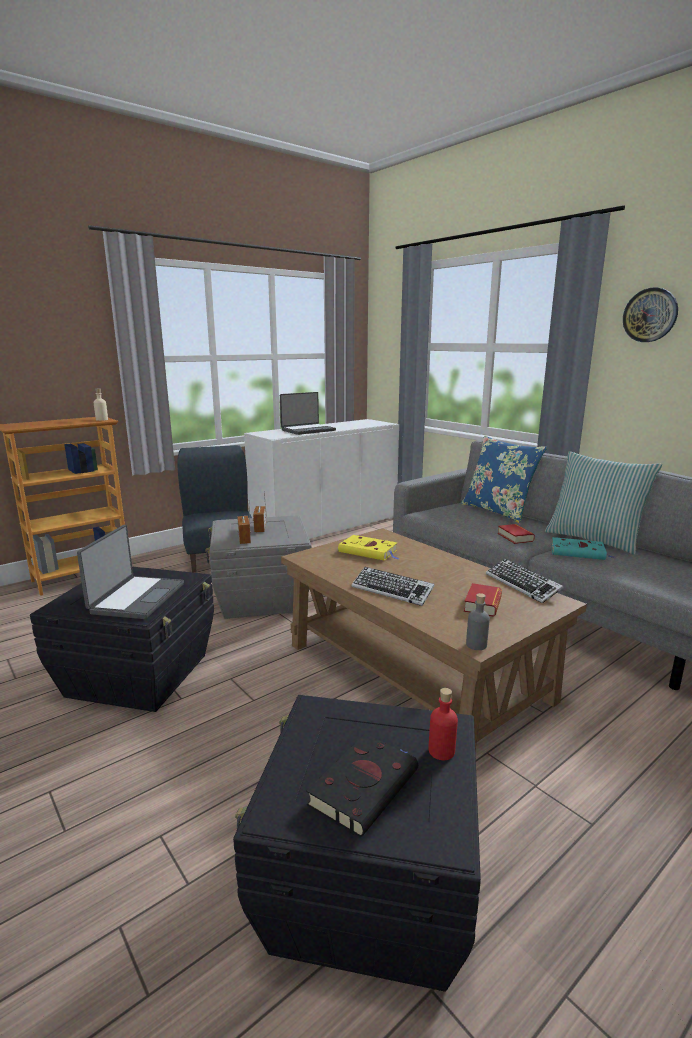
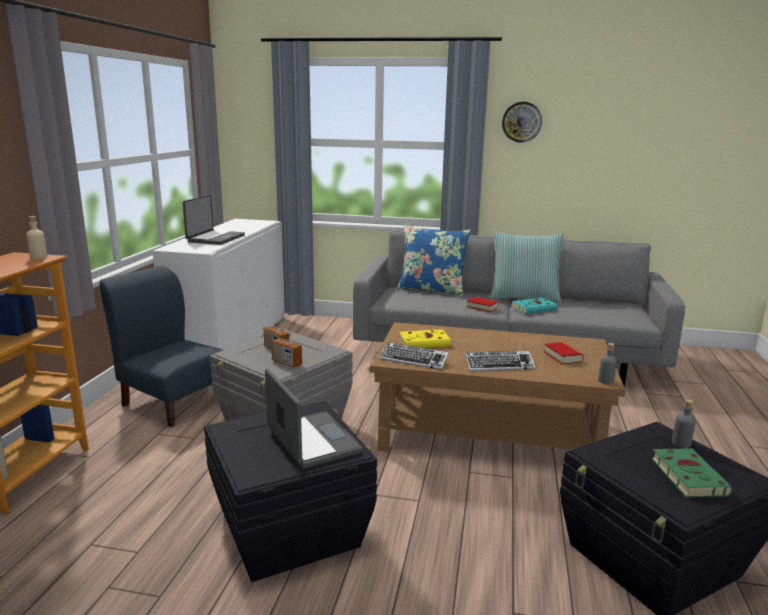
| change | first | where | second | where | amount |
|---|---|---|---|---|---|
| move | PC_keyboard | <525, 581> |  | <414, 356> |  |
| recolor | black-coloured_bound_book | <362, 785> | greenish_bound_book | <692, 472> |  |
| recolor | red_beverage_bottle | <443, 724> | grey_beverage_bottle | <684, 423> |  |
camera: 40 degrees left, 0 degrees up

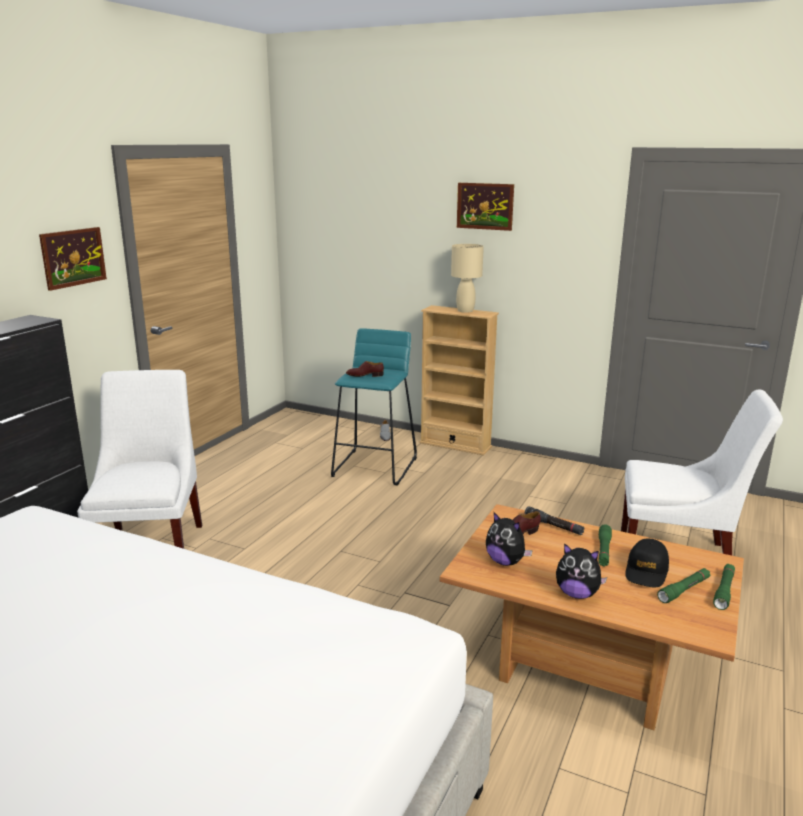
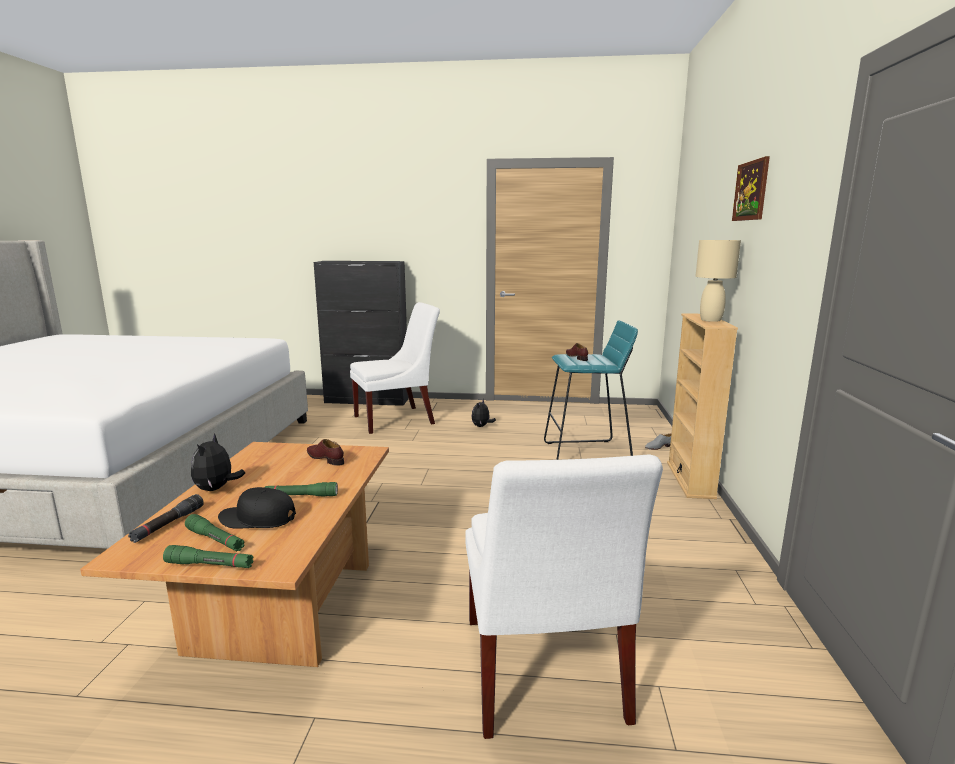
| change | first | where | second | where | amount |
|---|---|---|---|---|---|
| delete | wall_picture | <73, 259> |  |  |  |
| move | cuddly_toy | <509, 539> |  | <483, 413> |  |
| move | black-coloured_hand_torch | <554, 521> |  | <166, 518> |  |
camera: 70 degrees right, 5 degrees down

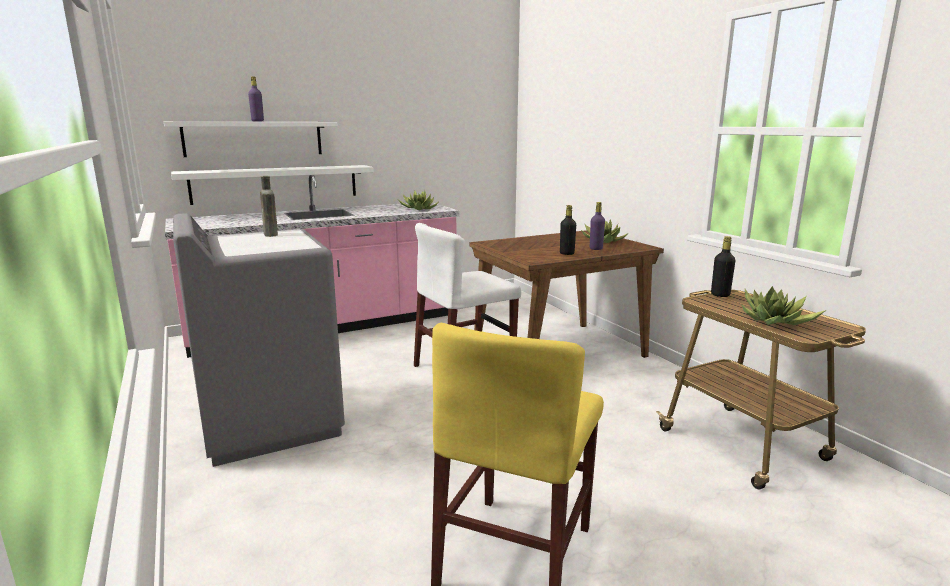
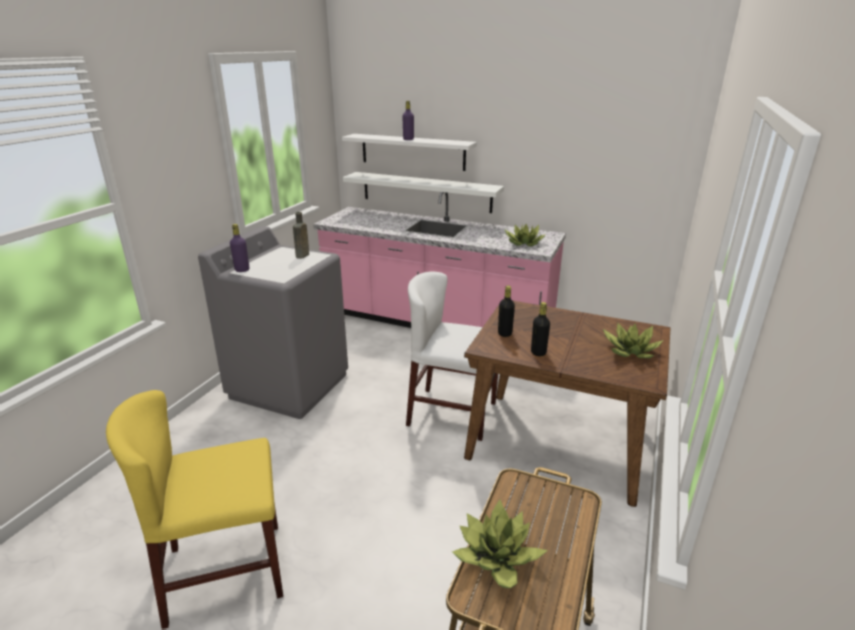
| change | first | where | second | where | amount |
|---|---|---|---|---|---|
| move | purple_beverage_bottle | <597, 226> |  | <239, 248> |  |
| move | black-coloured_beverage_bottle | <723, 266> |  | <506, 311> |  |
camera: 50 degrees right, 10 degrees up

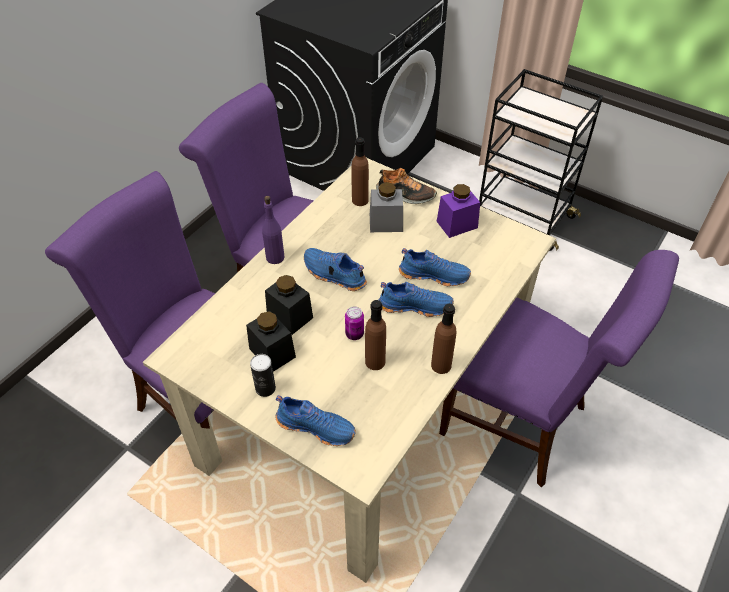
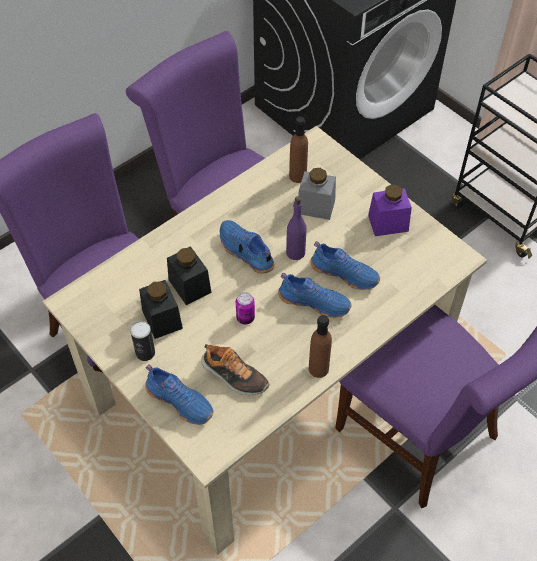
| change | first | where | second | where | amount |
|---|---|---|---|---|---|
| delete | brown-coloured_beverage_bottle | <375, 335> |  |  |  |
| move | purple_beverage_bottle | <273, 230> |  | <296, 228> |  |
| move | item_of_footwear | <406, 186> |  | <235, 369> |  |
camera: 15 degrees right, 5 degrees up

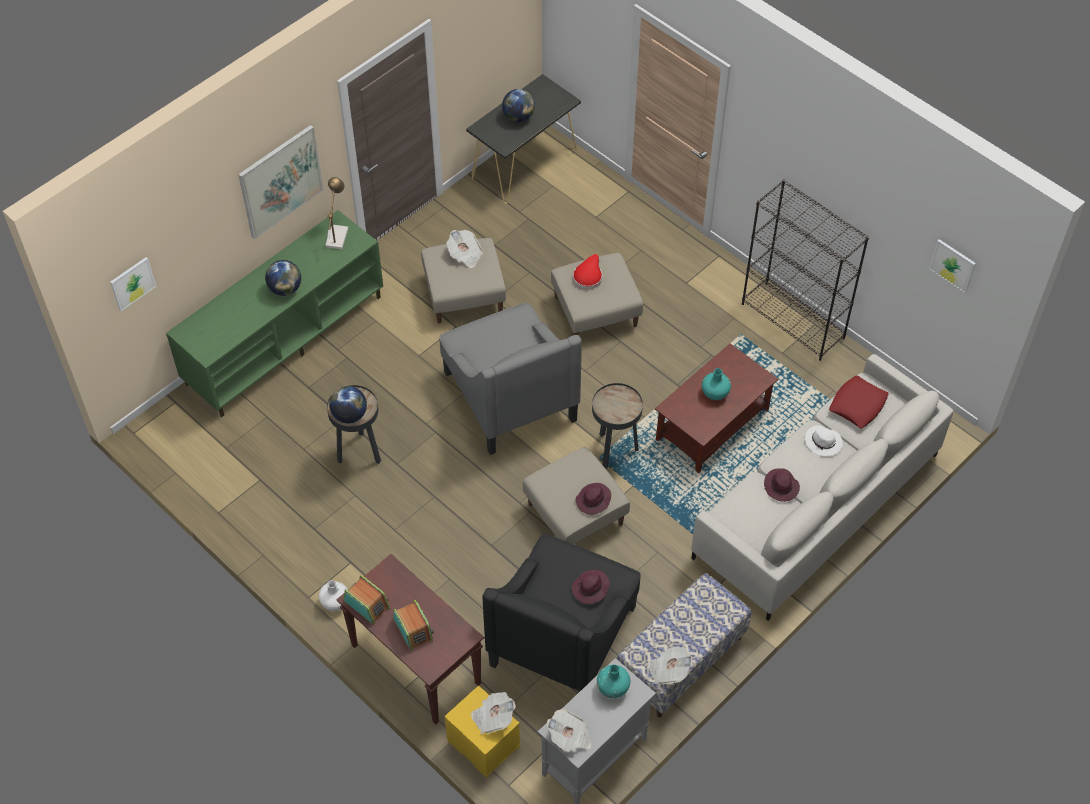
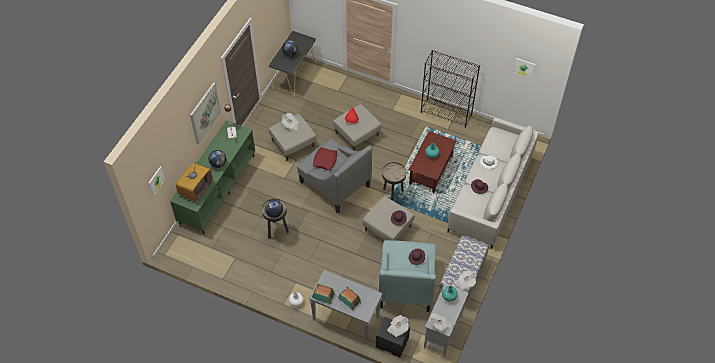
| change | first | where | second | where | amount |
|---|---|---|---|---|---|
| insert |  |  | TV_set | <194, 182> |  |
| move | red_pillow | <859, 402> |  | <325, 159> |  |
| recolor | brown-coloured_console_table | <410, 639> | grey_console_table | <346, 306> |  |
| recolor | yellow_bedside_table | <482, 731> | black-coloured_bedside_table | <393, 337> |  |
| recolor | black-coloured_easy_chair | <561, 613> | turquoise_easy_chair | <407, 276> |  |
camera: 20 degrees left, 0 degrees up

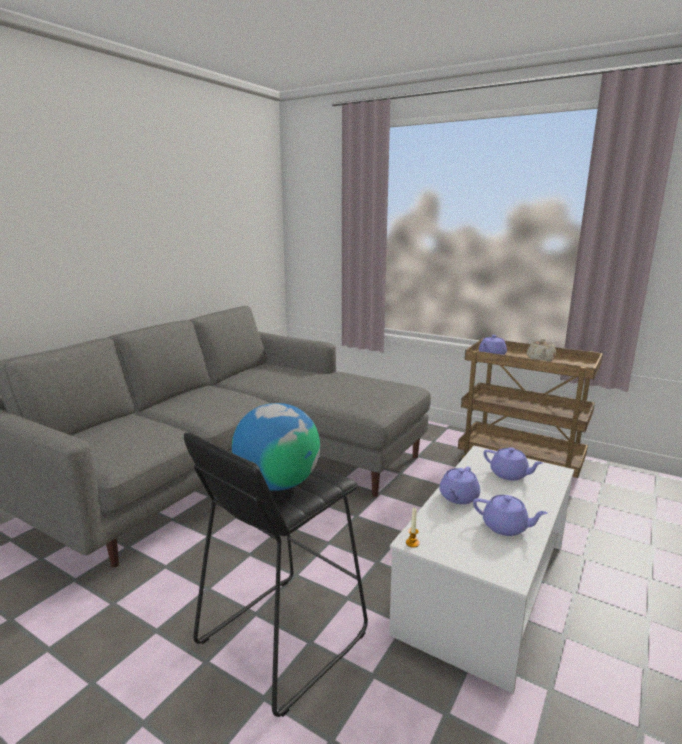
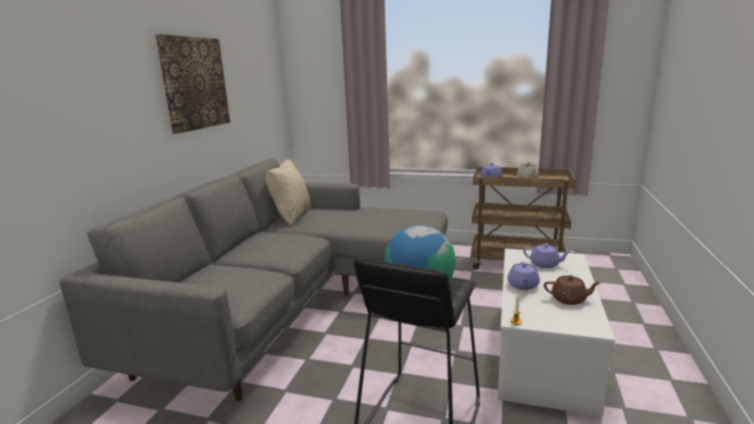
| change | first | where | second | where | amount |
|---|---|---|---|---|---|
| insert |  |  | wall_picture | <192, 84> |  |
| insert |  |  | sand-coloured_pillow | <288, 192> |  |
| recolor | purple_teapot | <510, 515> | brown-coloured_teapot | <572, 290> |  |
camera: 15 degrees left, 0 degrees up

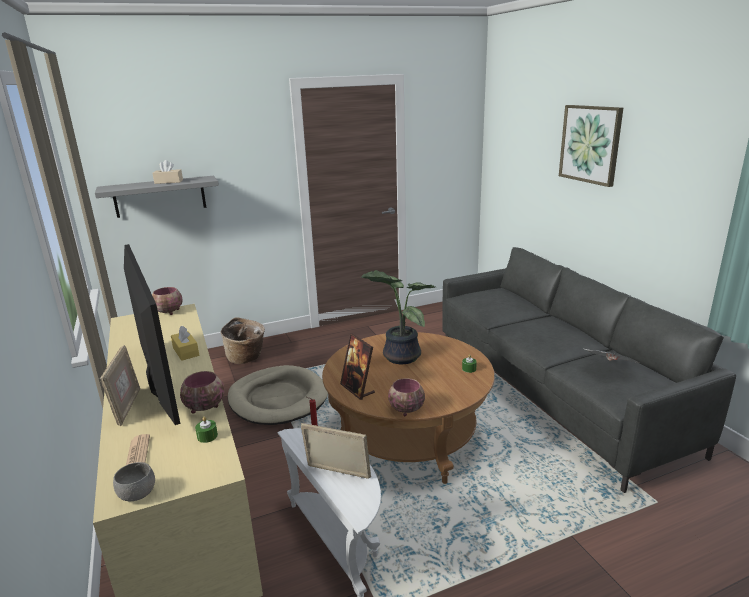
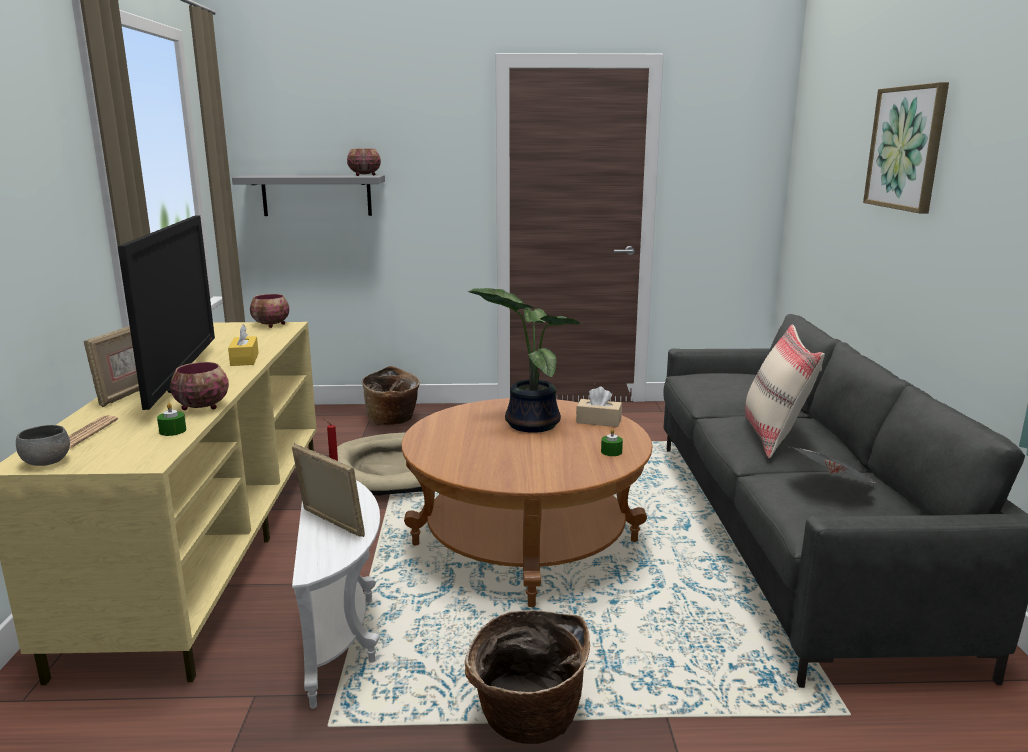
| change | first | where | second | where | amount |
|---|---|---|---|---|---|
| delete | picture_frame | <357, 367> |  |  |  |
| insert |  |  | household_basket | <527, 677> |  |
| insert |  |  | sand-coloured_pillow | <785, 391> |  |
| move | sand-coloured_box_of_tissues | <167, 172> |  | <599, 406> |  |
| move | deep_dish | <406, 397> |  | <364, 162> |  |
camera: 20 degrees right, 5 degrees down

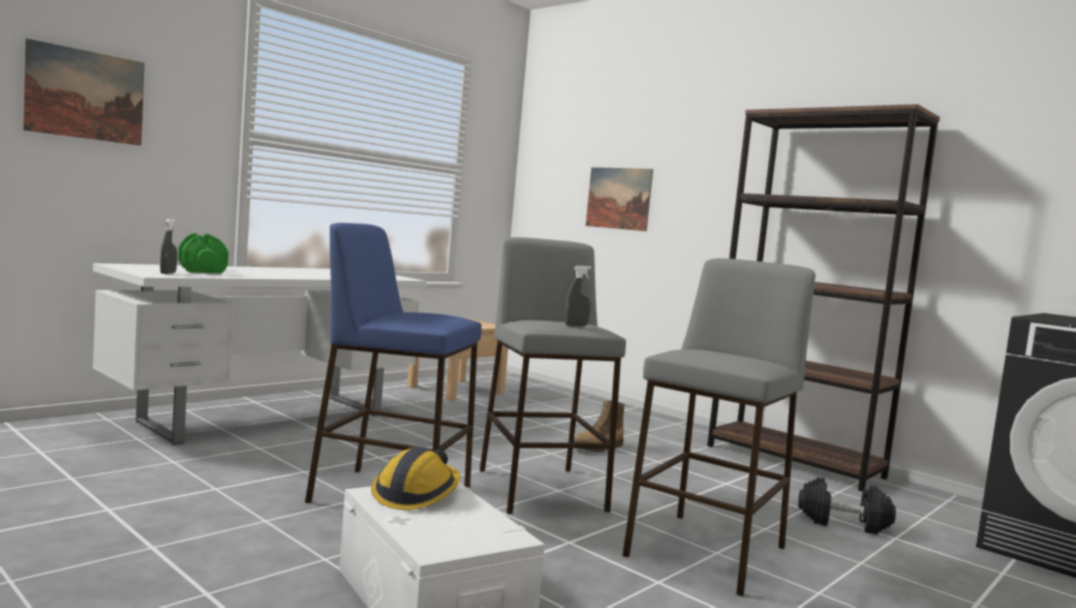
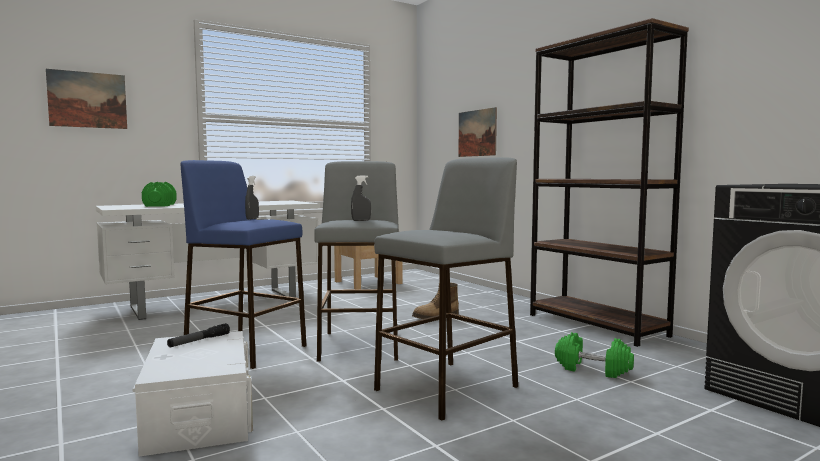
| change | first | where | second | where | amount |
|---|---|---|---|---|---|
| move | grey_sprayer | <168, 246> |  | <252, 198> |  |
| replace | work_helmet | <415, 478> | hand_torch | <198, 335> |  |
| recolor | black-coloured_free_weight | <847, 506> | greenish_free_weight | <594, 355> |  |
camera: 15 degrees right, 0 degrees up

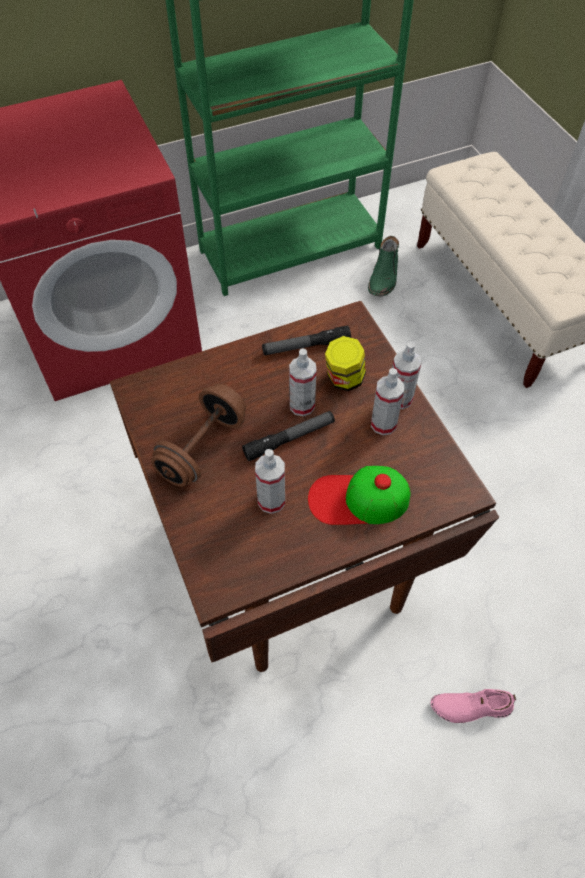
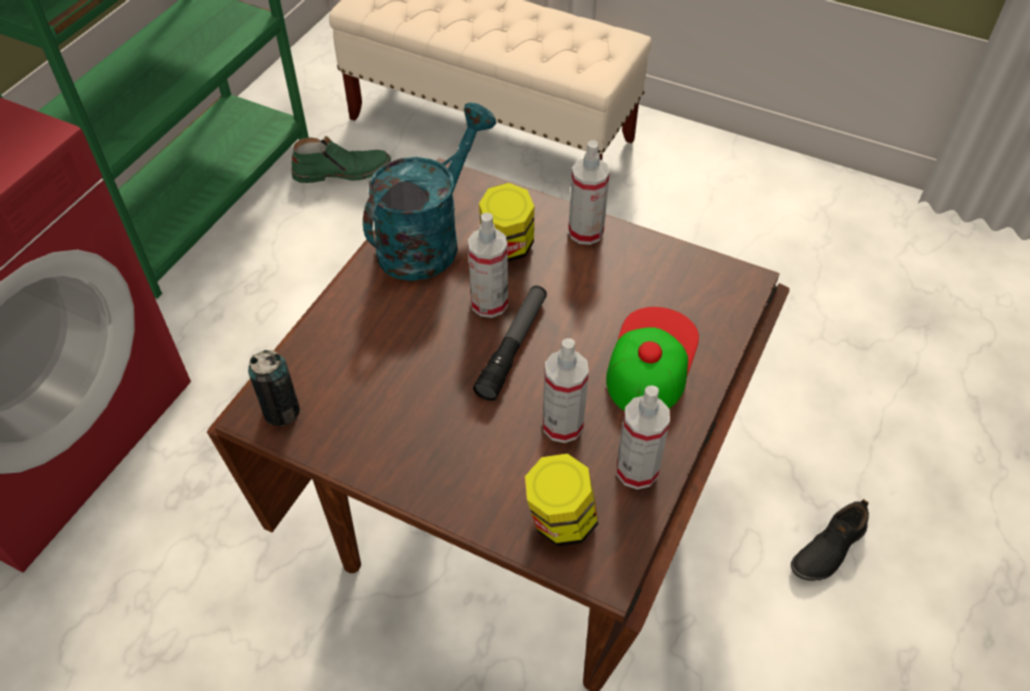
| change | first | where | second | where | amount |
|---|---|---|---|---|---|
| delete | brown-coloured_free_weight | <198, 435> |  |  |  |
| insert |  |  | sealed_can | <274, 388> |  |
| insert |  |  | storage_jar | <561, 500> |  |
| move | sprayer | <387, 401> |  | <643, 437> |  |
| replace | hand_torch | <306, 340> | turquoise_watering_pot | <429, 192> |  |
| recolor | pink_item_of_footwear | <473, 706> | black-coloured_item_of_footwear | <830, 540> |  |
| rotate | baseball_cap | <359, 495> |  | <652, 359> | 150 degrees clockwise |
| rotate | greenish_high-top_boot | <383, 266> |  | <341, 159> | 75 degrees counterclockwise |
camera: 40 degrees left, 5 degrees down

